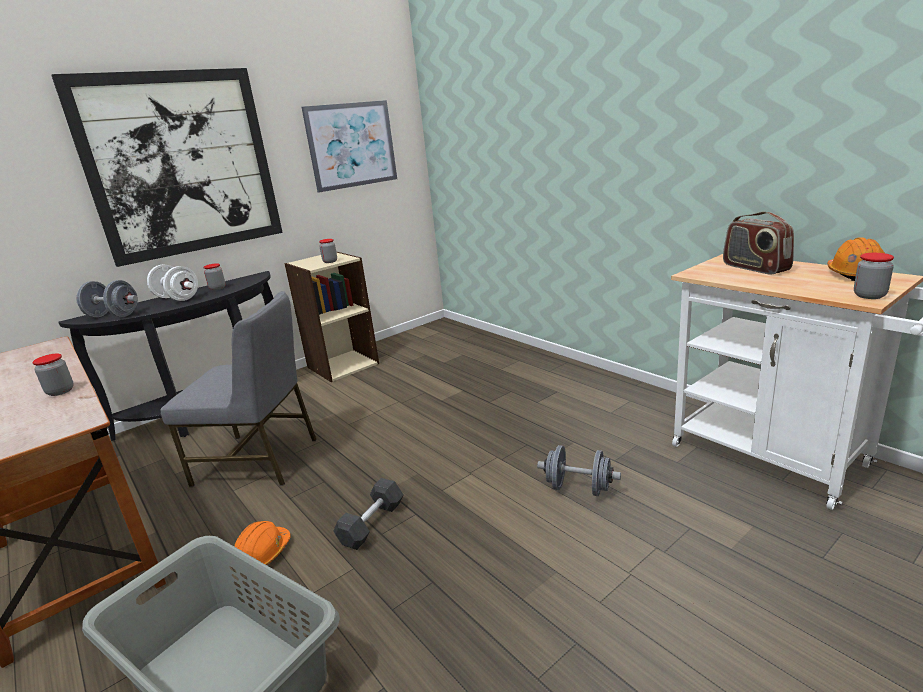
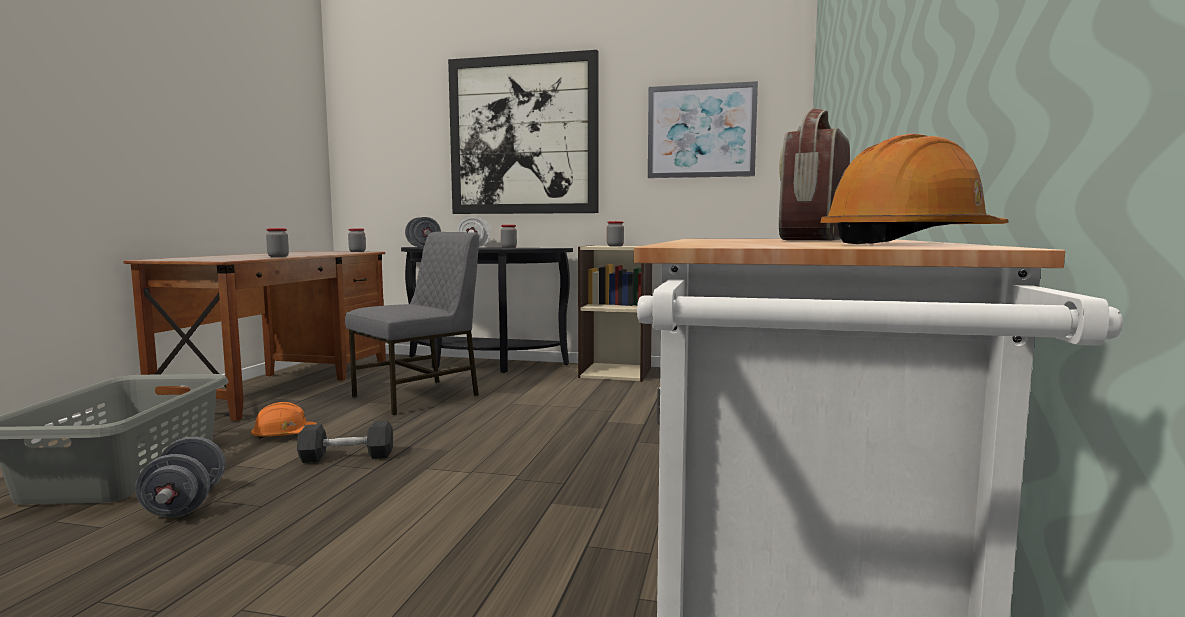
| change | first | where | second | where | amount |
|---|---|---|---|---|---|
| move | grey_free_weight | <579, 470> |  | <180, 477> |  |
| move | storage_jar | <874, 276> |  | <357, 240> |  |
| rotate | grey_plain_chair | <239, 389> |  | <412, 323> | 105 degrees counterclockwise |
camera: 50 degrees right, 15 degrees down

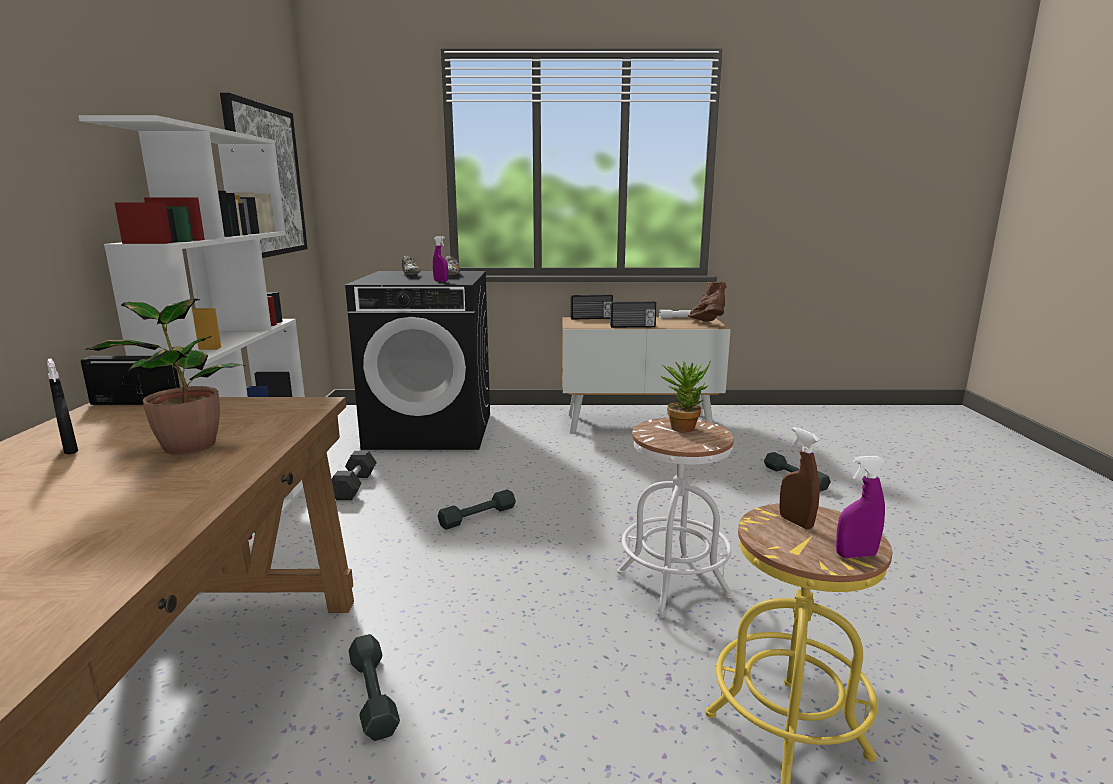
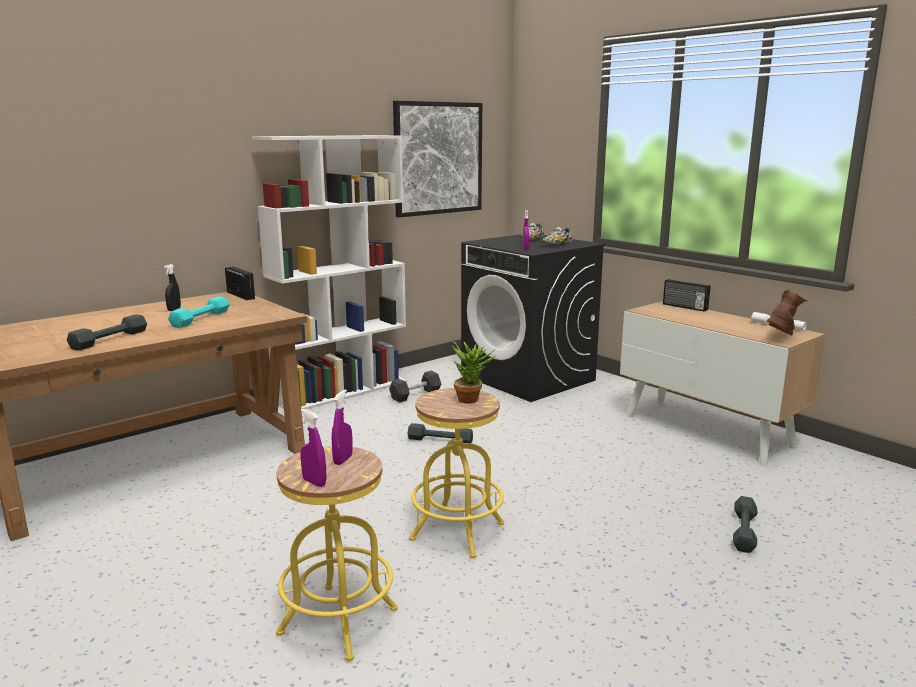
| change | first | where | second | where | amount |
|---|---|---|---|---|---|
| delete | radio_receiver | <633, 314> |  |  |  |
| move | grey_free_weight | <374, 687> |  | <107, 332> |  |
| replace | houseplant | <165, 376> | turquoise_free_weight | <199, 312> |  |
| recolor | white-coloured_stool_seat | <675, 518> | yellow_stool_seat | <456, 473> |  |
| recolor | brown-coloured_sprayer | <799, 478> | purple_sprayer | <342, 427> |  |
camera: 50 degrees right, 0 degrees up

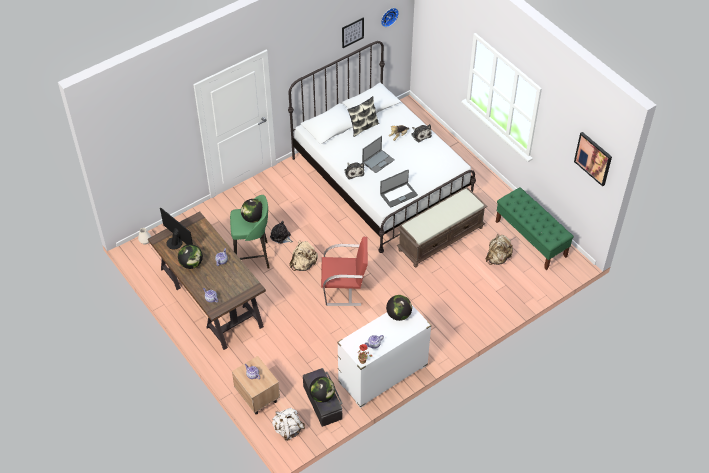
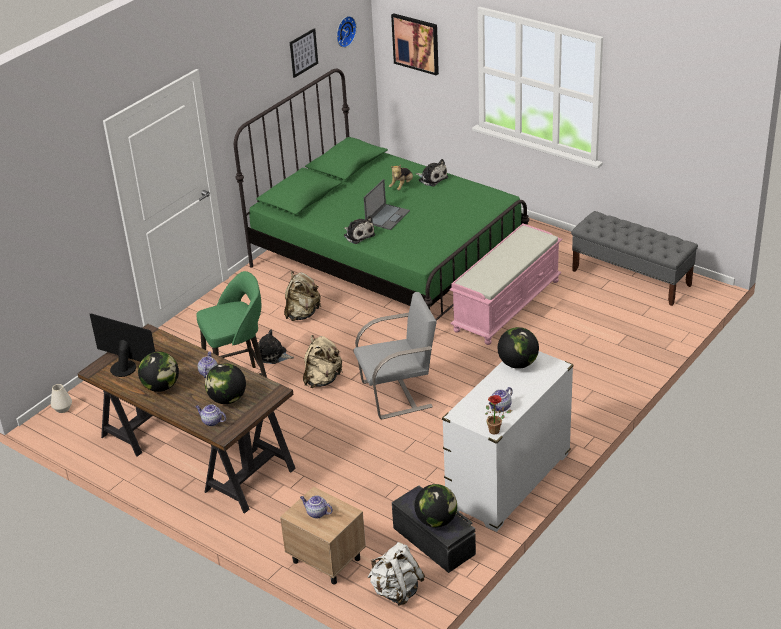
| change | first | where | second | where | amount |
|---|---|---|---|---|---|
| delete | pillow | <363, 116> |  |  |  |
| delete | laptop | <399, 189> |  |  |  |
| move | globe | <251, 211> |  | <225, 383> |  |
| move | sand-coloured_backpack | <499, 249> |  | <302, 296> |  |
| move | wall_picture | <593, 159> |  | <415, 44> |  |
| recolor | white-coloured_bed | <382, 147> | greenish_bed | <381, 195> |  |
| recolor | red_plain_chair | <344, 271> | grey_plain_chair | <395, 356> |  |
| recolor | brown-coloured_indoor_bench | <442, 227> | pink_indoor_bench | <505, 284> |  |
| recolor | greenish_indoor_bench | <535, 228> | grey_indoor_bench | <634, 258> |  |
camera: 15 degrees left, 15 degrees down

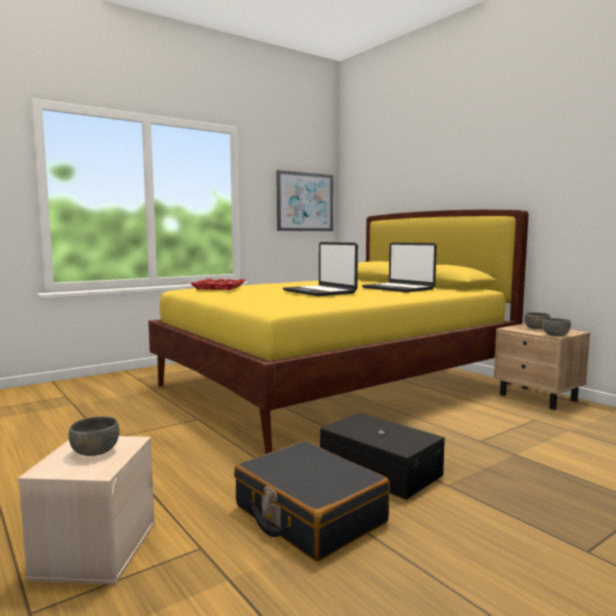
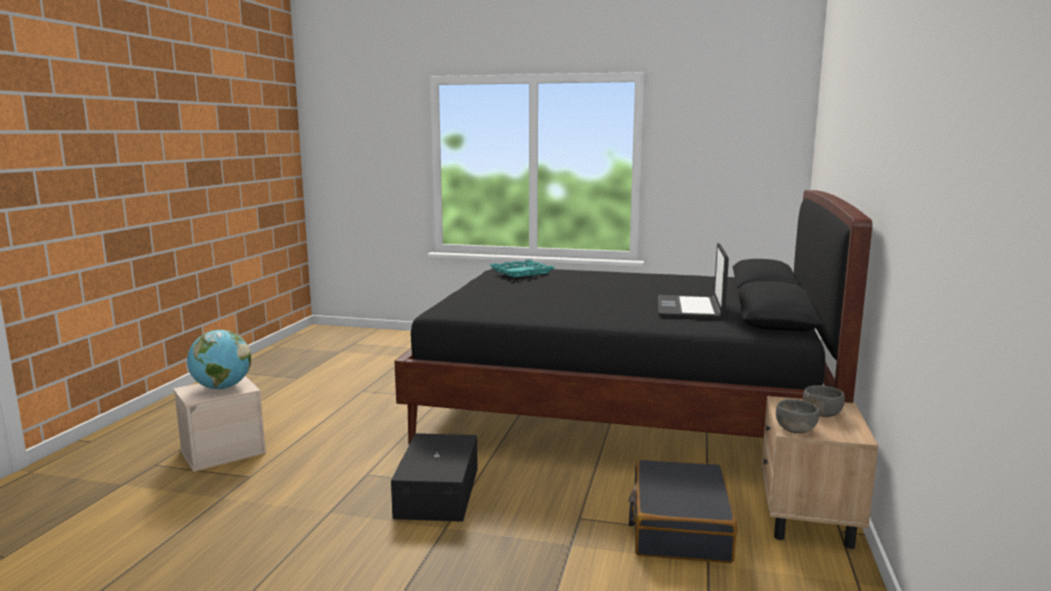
| change | first | where | second | where | amount |
|---|---|---|---|---|---|
| delete | wall_picture | <304, 200> |  |  |  |
| delete | laptop | <320, 269> |  |  |  |
| move | black-coloured_piece_of_luggage | <312, 501> |  | <682, 511> |  |
| replace | grey_deep_dish | <94, 436> | globe | <219, 359> |  |
| recolor | yellow_bed | <338, 331> | black-coloured_bed | <633, 317> |  |
| recolor | red_tray | <217, 284> | turquoise_tray | <522, 268> |  |
camera: 50 degrees right, 5 degrees up

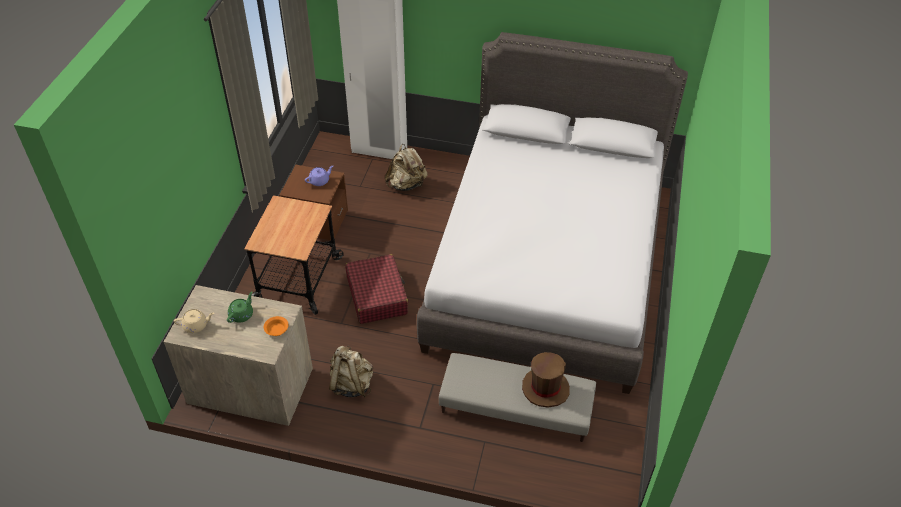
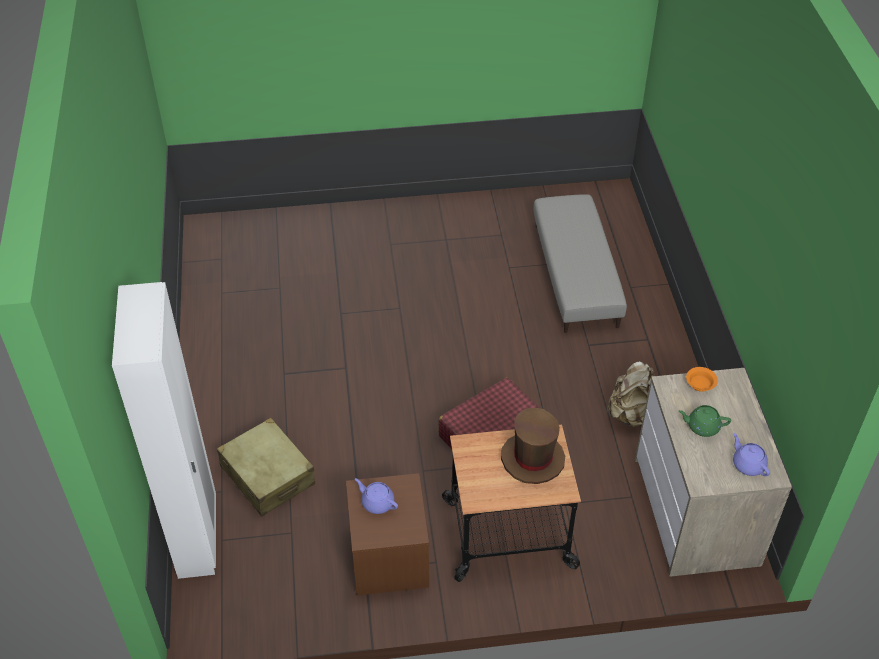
| change | first | where | second | where | amount |
|---|---|---|---|---|---|
| delete | grey_bed | <552, 213> |  |  |  |
| move | brown-coloured_hat | <546, 380> |  | <533, 446> |  |
| replace | sand-coloured_backpack | <406, 167> | sand-coloured_piece_of_luggage | <266, 467> |  |
| recolor | sand-coloured_teapot | <194, 321> | purple_teapot | <751, 454> |  |
camera: 110 degrees left, 0 degrees up

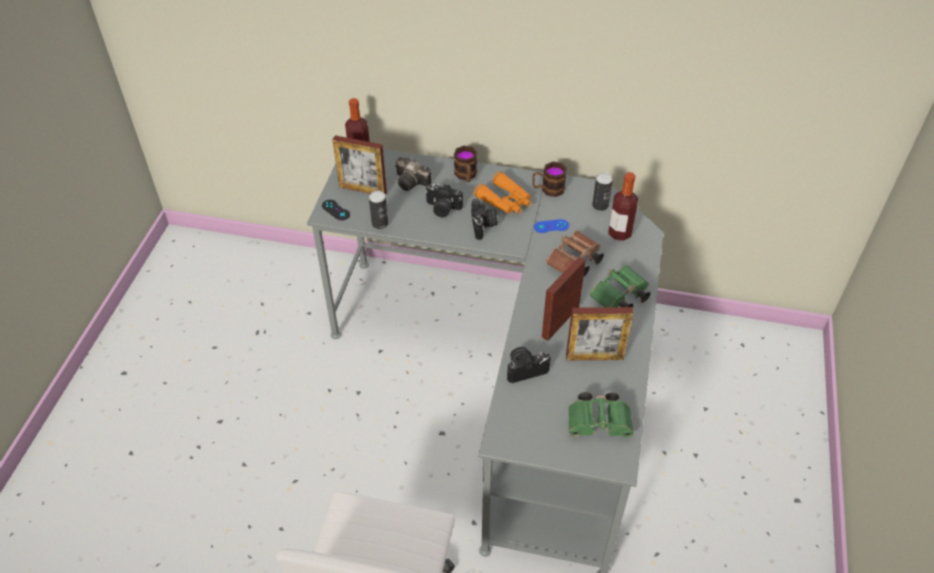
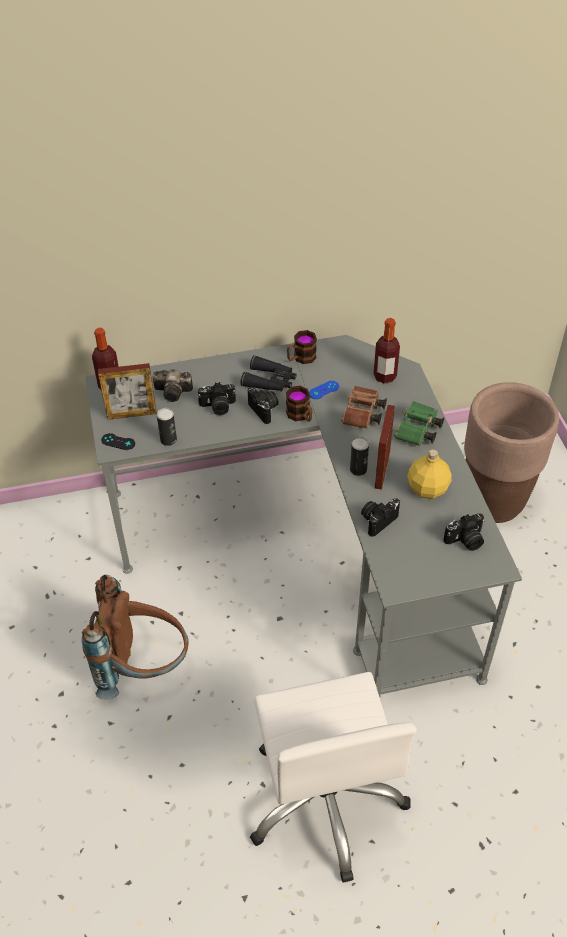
| change | first | where | second | where | amount |
|---|---|---|---|---|---|
| insert |  |  | brown-coloured_backpack | <135, 637> |  |
| insert |  |  | brown-coloured_planter | <511, 452> |  |
| move | tea_mug | <465, 163> |  | <299, 404> |  |
| move | sealed_can | <602, 192> |  | <359, 456> |  |
| replace | picture_frame | <600, 333> | yellow_beverage_bottle | <429, 474> |  |
| replace | greenish_pair_of_binoculars | <601, 415> | still_camera | <464, 532> |  |
| recolor | orange-coloured_pair_of_binoculars | <502, 192> | black-coloured_pair_of_binoculars | <269, 373> |  |
camera: 25 degrees left, 0 degrees up

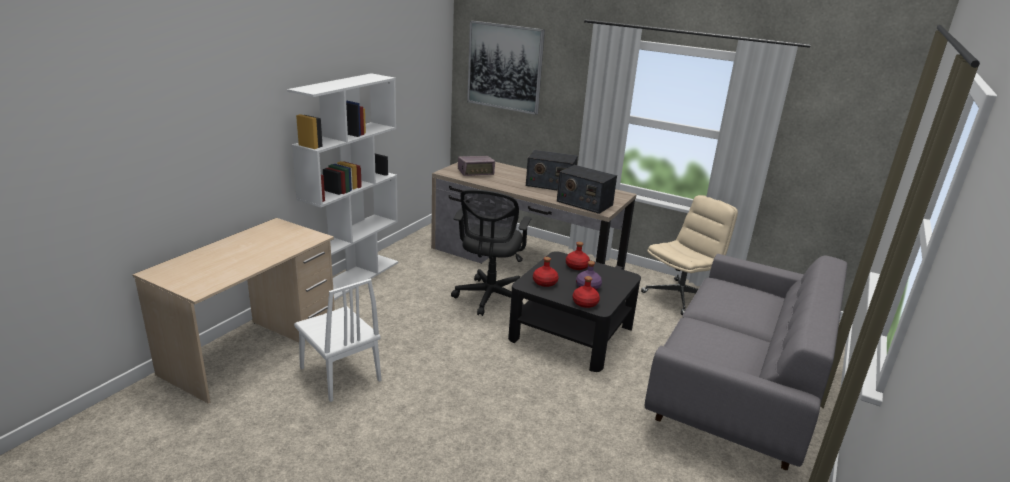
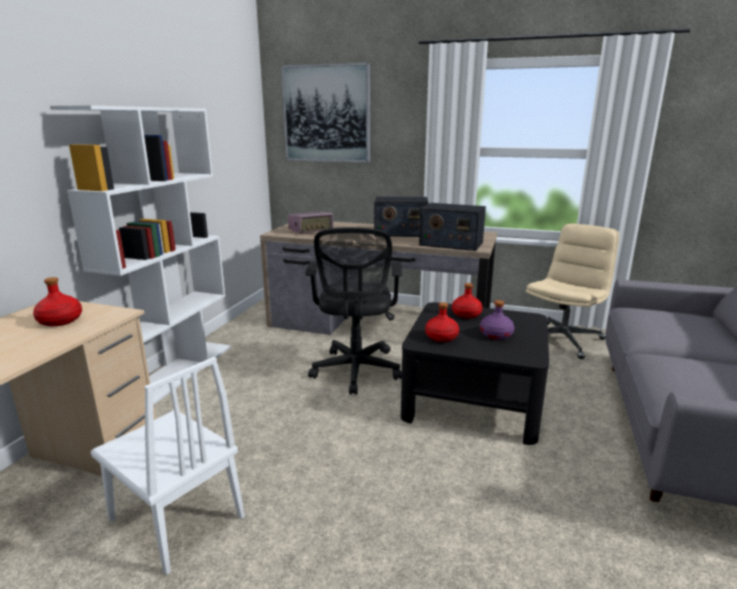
| change | first | where | second | where | amount |
|---|---|---|---|---|---|
| move | red_beverage_bottle | <586, 292> |  | <57, 301> |  |
camera: 10 degrees left, 5 degrees down

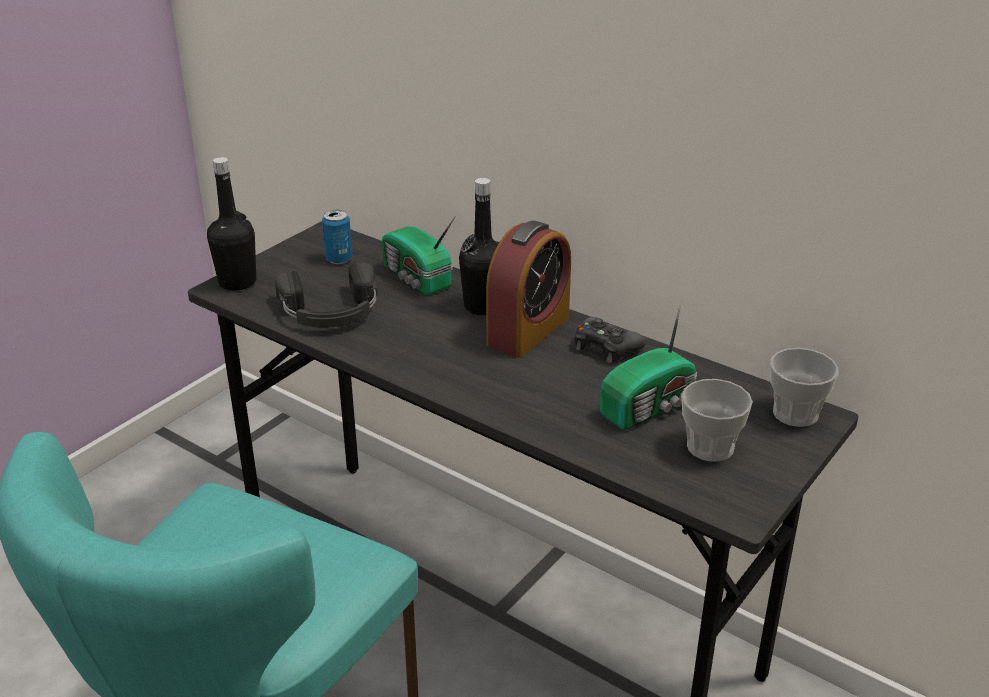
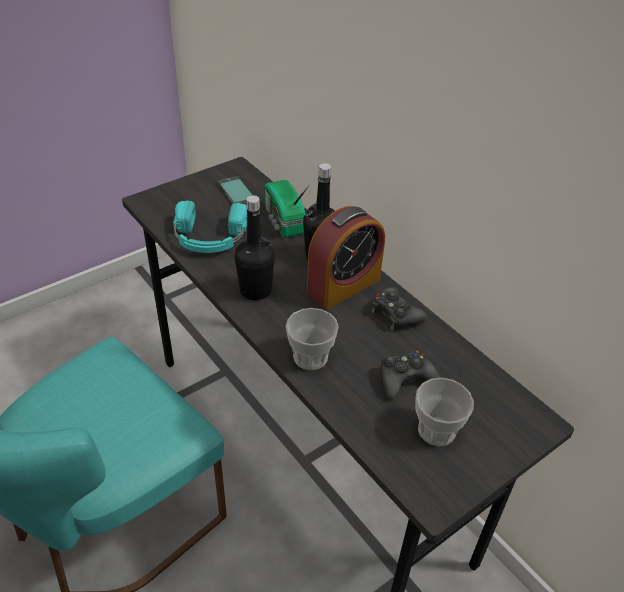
| change | first | where | second | where | amount |
|---|---|---|---|---|---|
| move | black-coloured_beverage_bottle | <231, 224> |  | <255, 247> |  |
| move | cup | <804, 387> |  | <312, 339> |  |
| replace | sealed_can | <337, 237> | telephone | <235, 190> |  |
| replace | radio_receiver | <648, 365> | black-coloured_game_controller | <410, 374> |  |
| recolor | black-coloured_headphones | <326, 295> | turquoise_headphones | <210, 226> |  |
camera: 15 degrees right, 10 degrees up

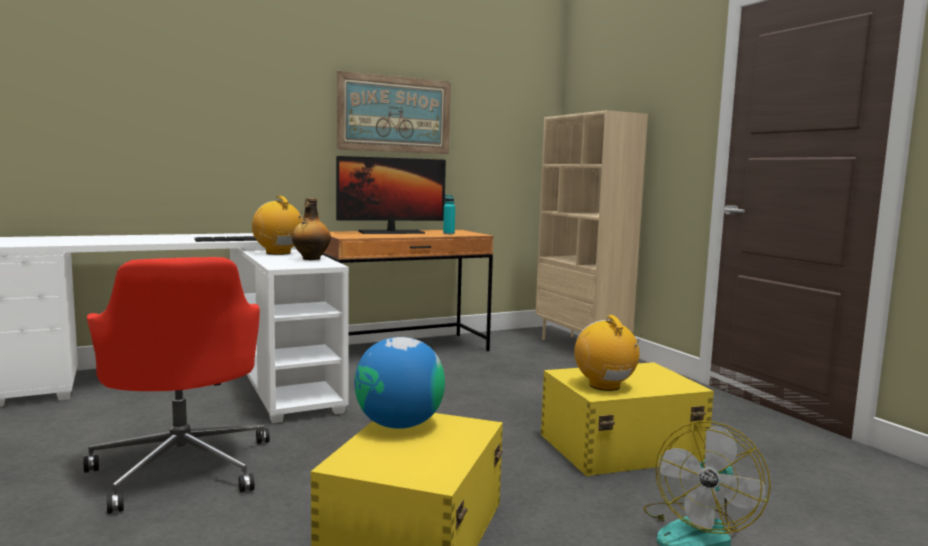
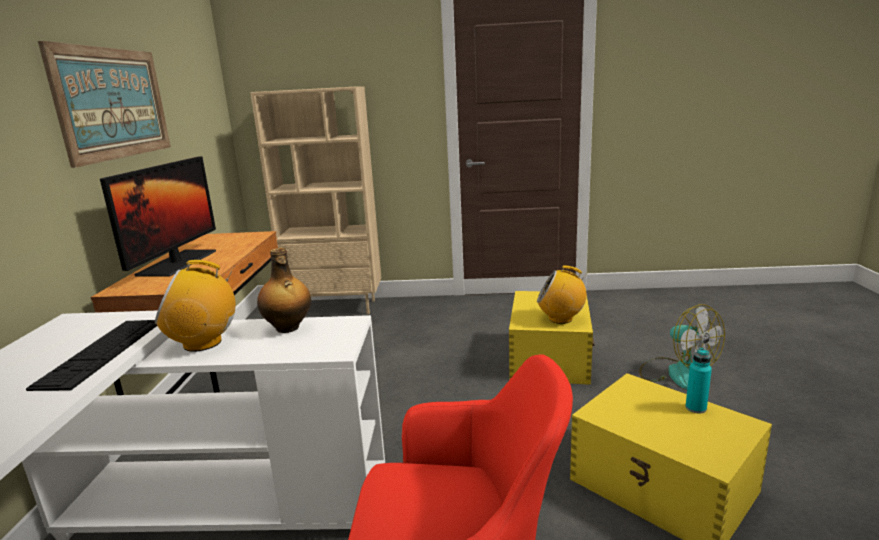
| change | first | where | second | where | amount |
|---|---|---|---|---|---|
| delete | globe | <400, 383> |  |  |  |
| move | turquoise_beverage_bottle | <449, 214> |  | <698, 380> |  |
camera: 60 degrees left, 10 degrees up

